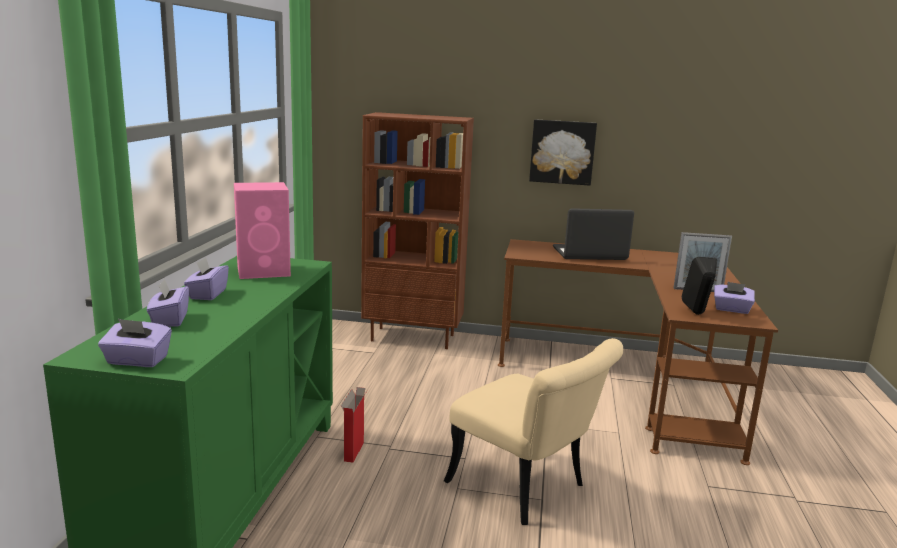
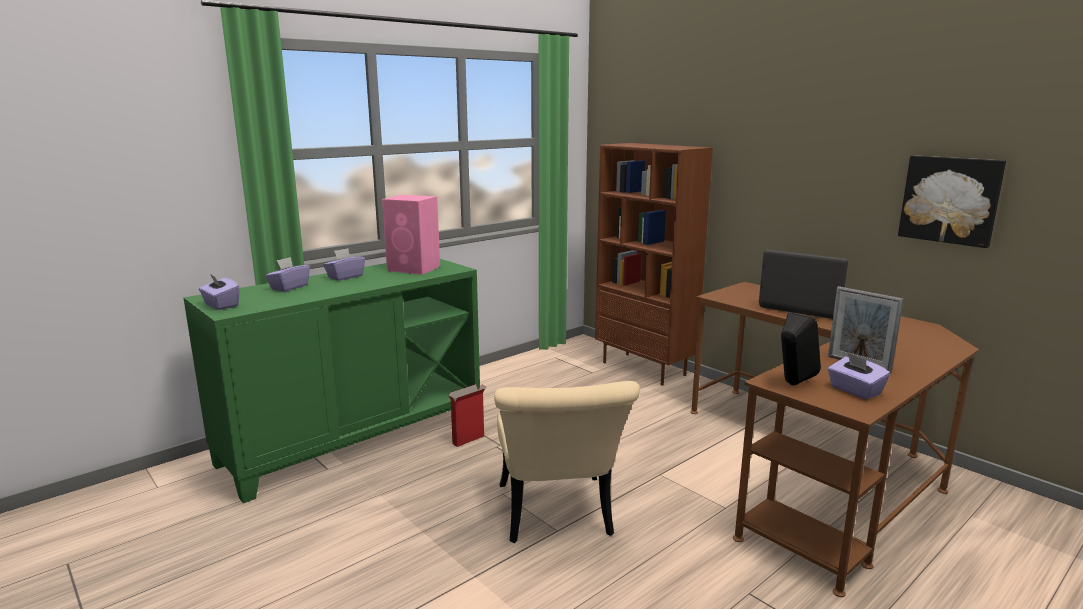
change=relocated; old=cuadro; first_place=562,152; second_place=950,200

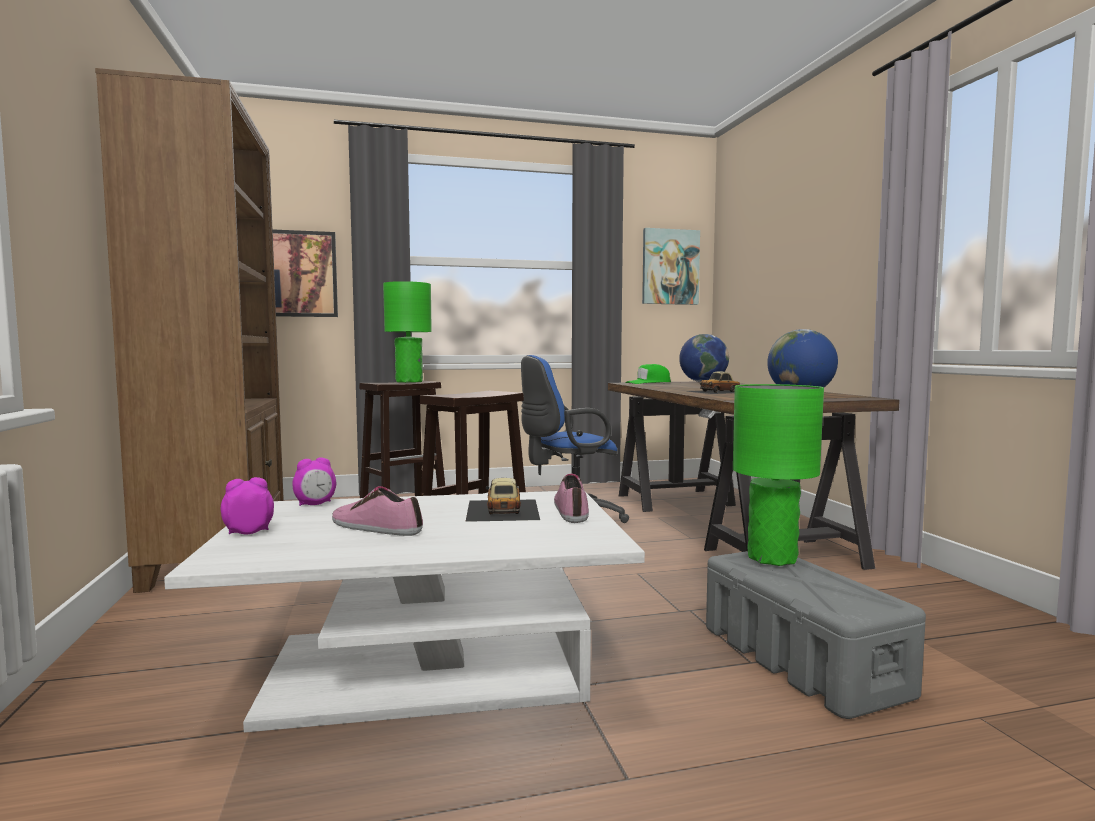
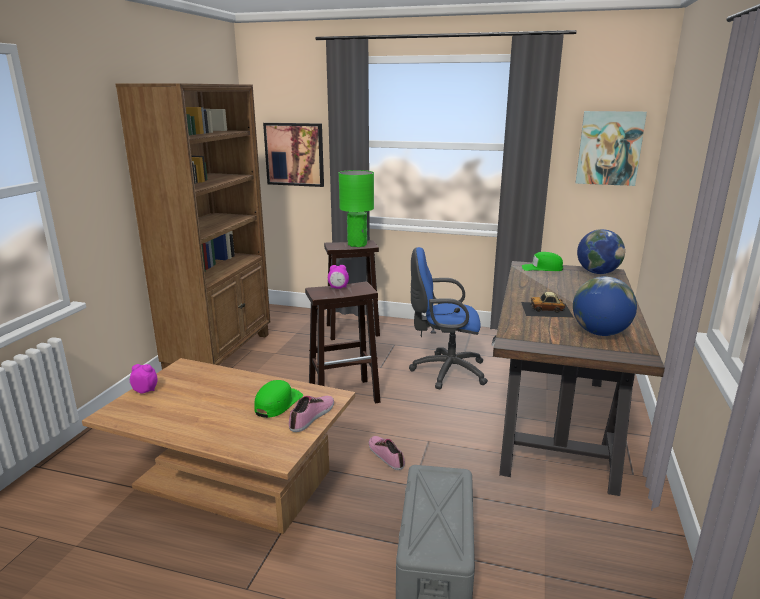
change=colour; old=mesa de centro [blanco]; new=mesa de centro [marrón]; first_place=425,670; second_place=232,479
change=exchanged; old=coche de juguete; new=gorra [verde]; first_place=502,510; second_place=278,403
change=relocated; old=despertador; first_place=315,504; second_place=338,288
change=relocated; old=zapato; first_place=376,527; second_place=386,455
change=missing; old=lámpara de mesa [verde]; first_place=771,558

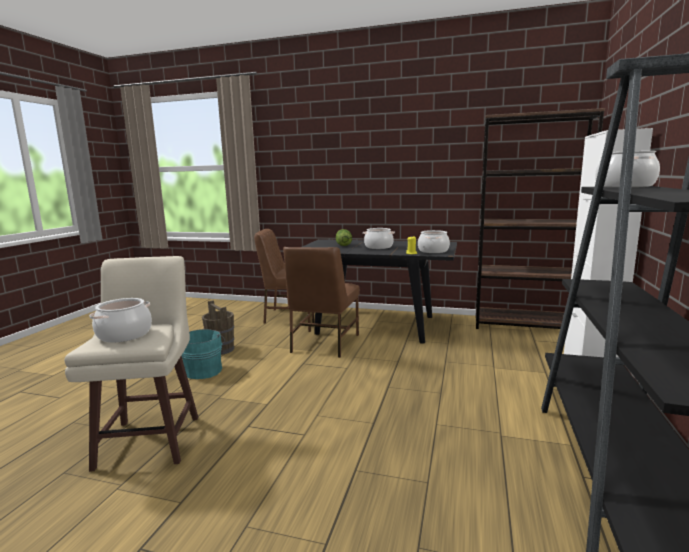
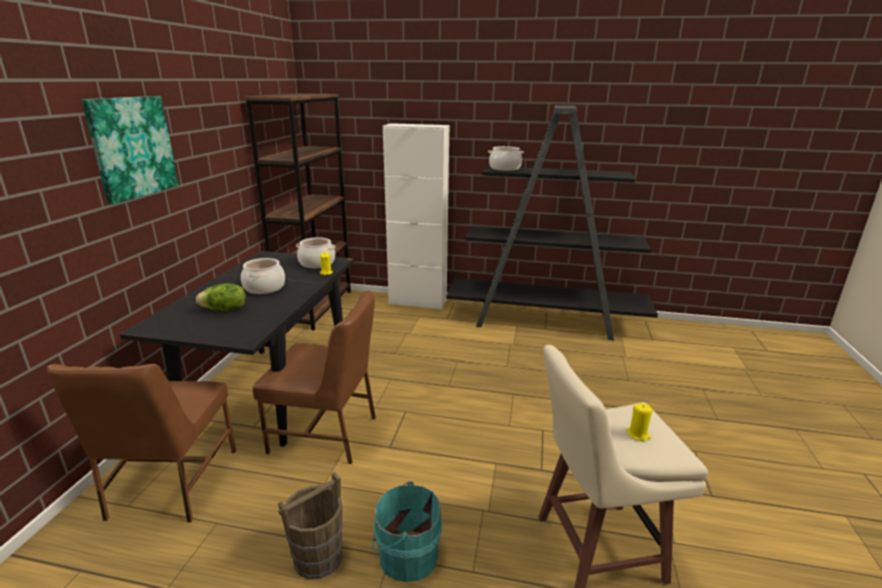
change=appeared; new=cuadro; second_place=132,147
change=exchanged; old=olla; new=vela [amarillo]; first_place=125,334; second_place=638,434

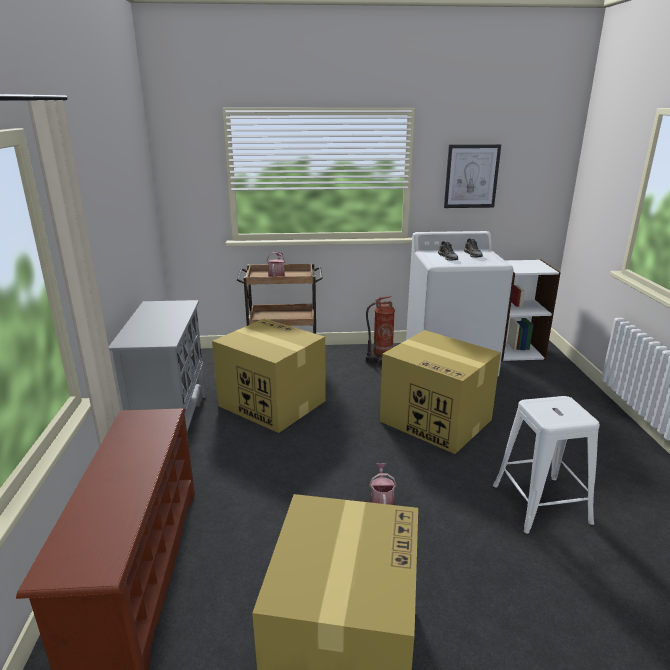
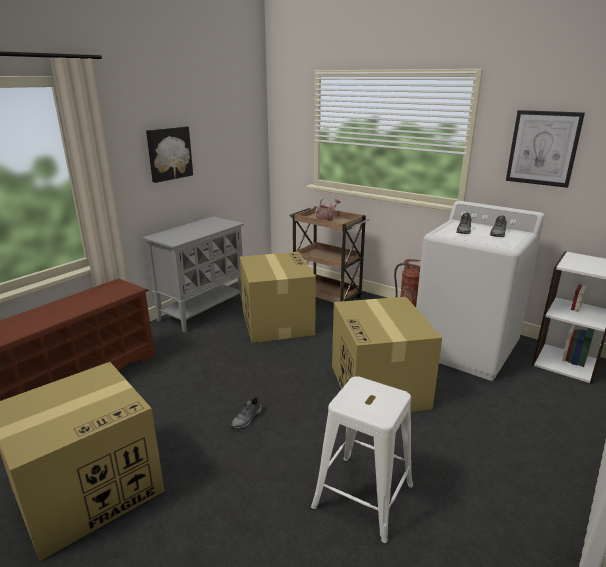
change=appeared; new=cuadro; second_place=169,153
change=exchanged; old=regadera; new=zapato [gris]; first_place=381,499; second_place=247,419

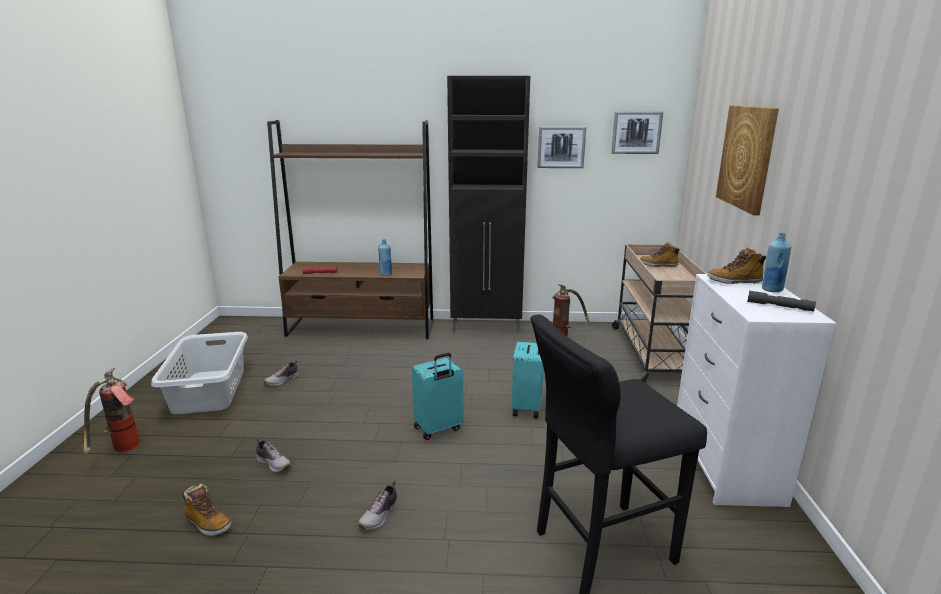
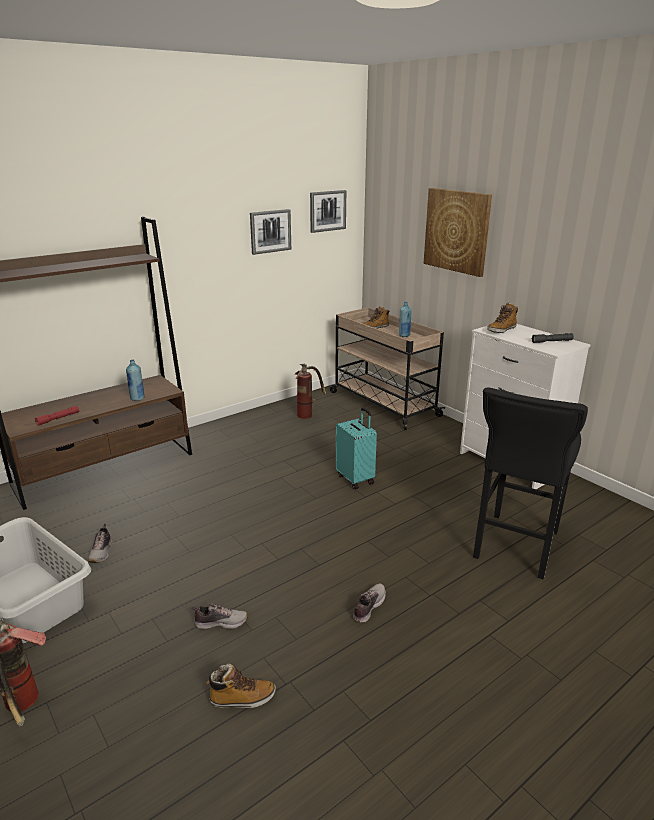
change=spun; old=zapato; first_place=380,515; second_place=368,607; degrees=-135
change=relocated; old=botella [azul]; first_place=771,289; second_place=404,335
change=missing; old=maleta [turquesa]; first_place=438,429
change=missing; old=armario [negro]; first_place=487,327

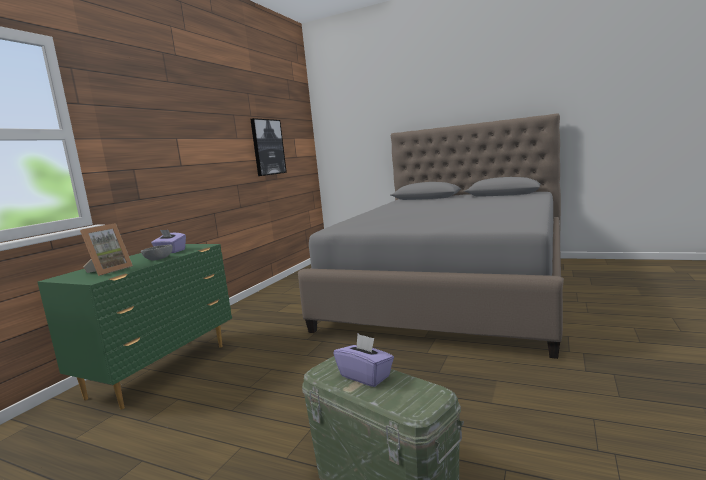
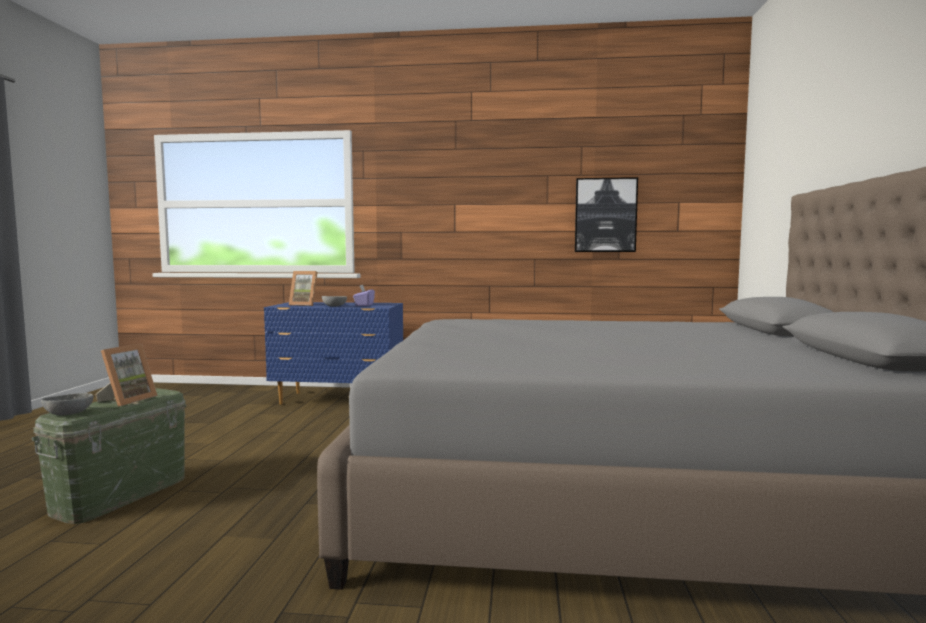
change=appeared; new=cuenco [gris]; second_place=68,413
change=exchanged; old=caja de pañuelos [morado]; new=portarretratos; first_place=365,376; second_place=127,400
change=colour; old=cómoda [verde]; new=cómoda [azul]; first_place=162,370; second_place=339,400

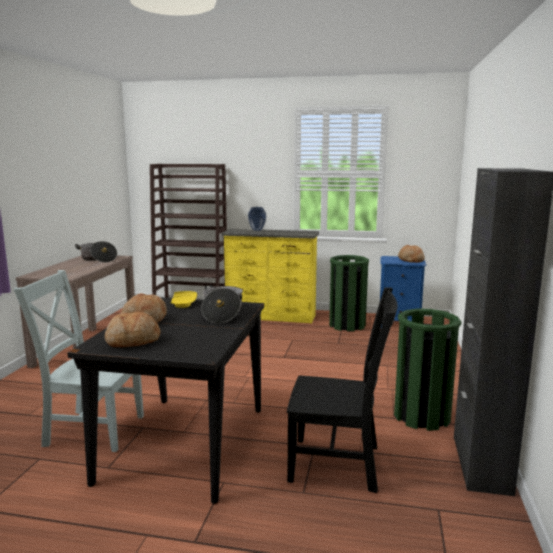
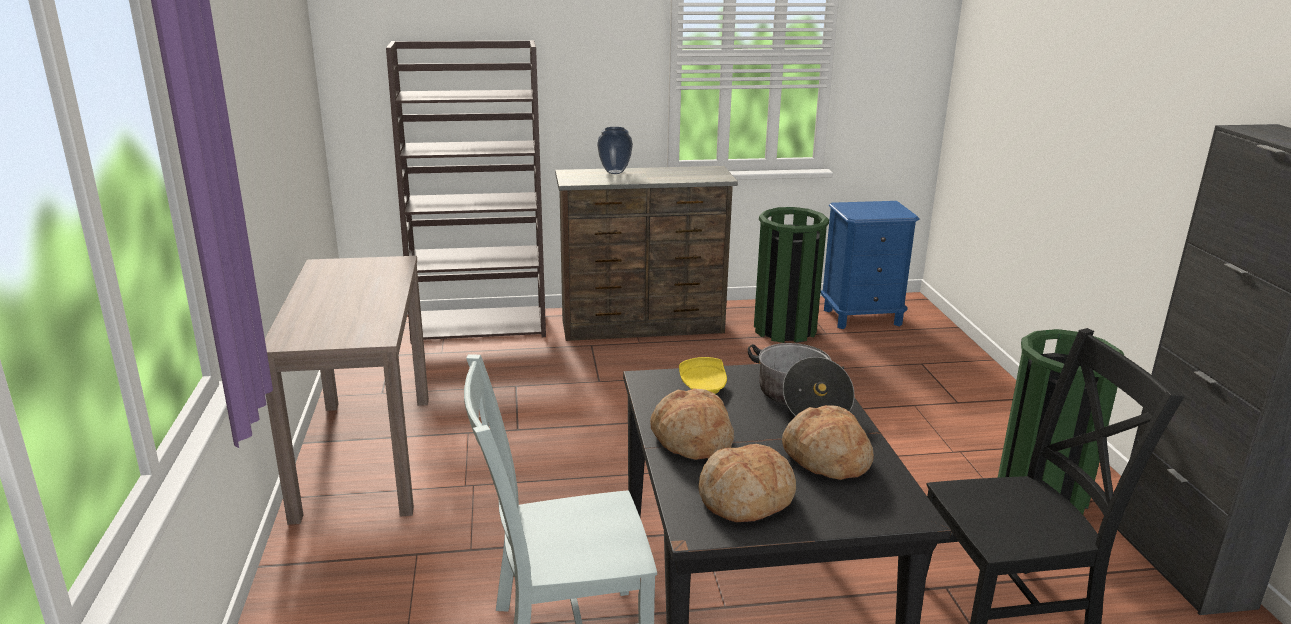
change=colour; old=cómoda [amarillo]; new=cómoda [marrón]; first_place=271,316; second_place=644,327
change=relocated; old=pan; first_place=411,260; second_place=825,458
change=missing; old=olla; first_place=98,259

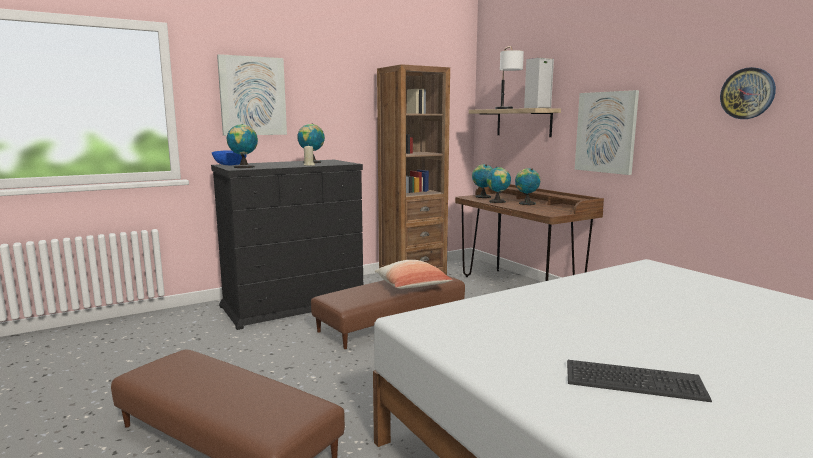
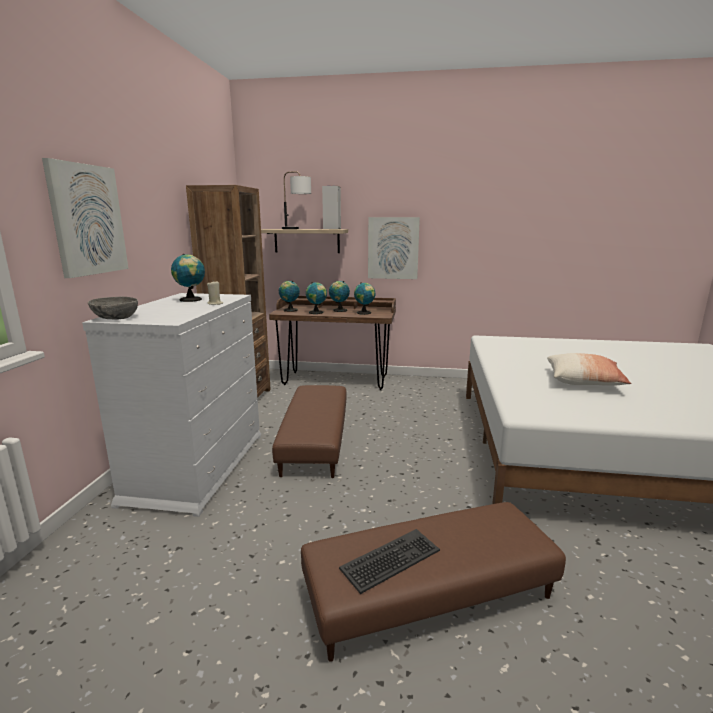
change=colour; old=cómoda [negro]; new=cómoda [blanco]; first_place=294,305; second_place=197,466
change=colour; old=cuenco [azul]; new=cuenco [gris]; first_place=230,164; second_place=116,318
change=relocated; old=teclado; first_place=634,382; second_place=391,560
change=relocated; old=globo terráqueo; first_place=244,167; second_place=364,313
change=relocated; old=cojín; first_place=413,286; second_place=584,381
change=missing; old=reloj de pared; first_place=747,93

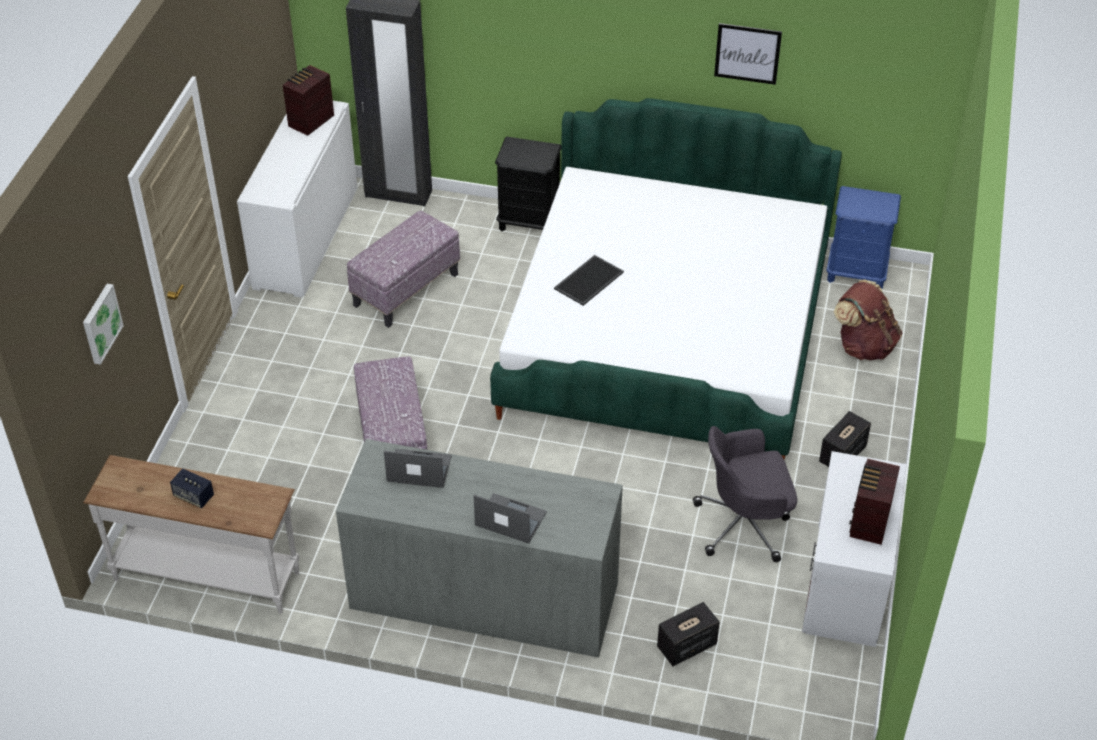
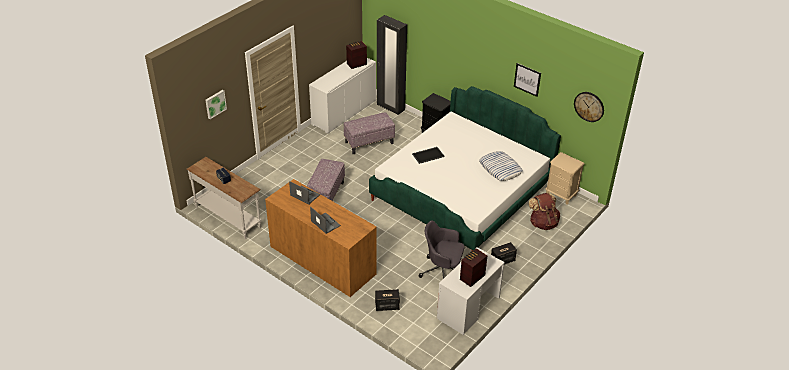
change=colour; old=cómoda [gris]; new=cómoda [marrón]; first_place=484,595; second_place=322,260
change=appeared; new=cojín; second_place=500,169
change=colour; old=mesita de noche [azul]; new=mesita de noche [beis]; first_place=857,273; second_place=561,194
change=appeared; new=reloj de pared; second_place=589,106

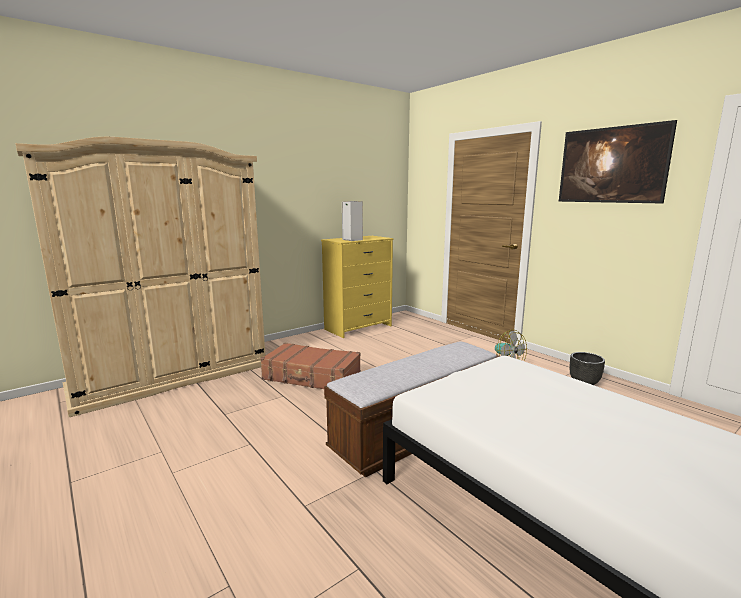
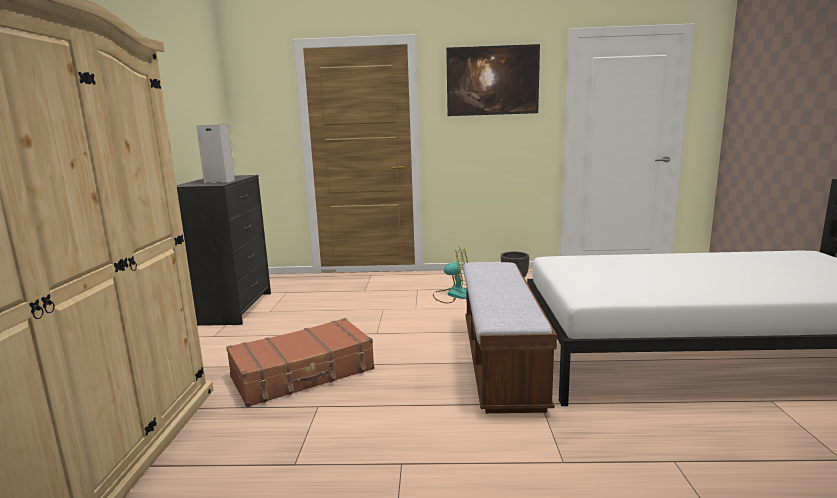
change=colour; old=cómoda [amarillo]; new=cómoda [negro]; first_place=358,328; second_place=234,308

